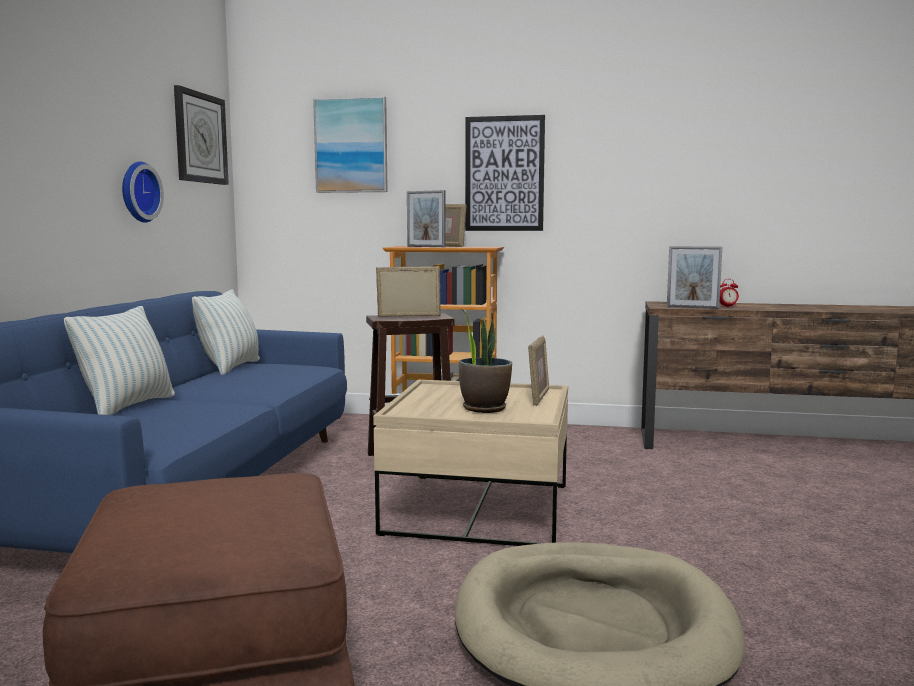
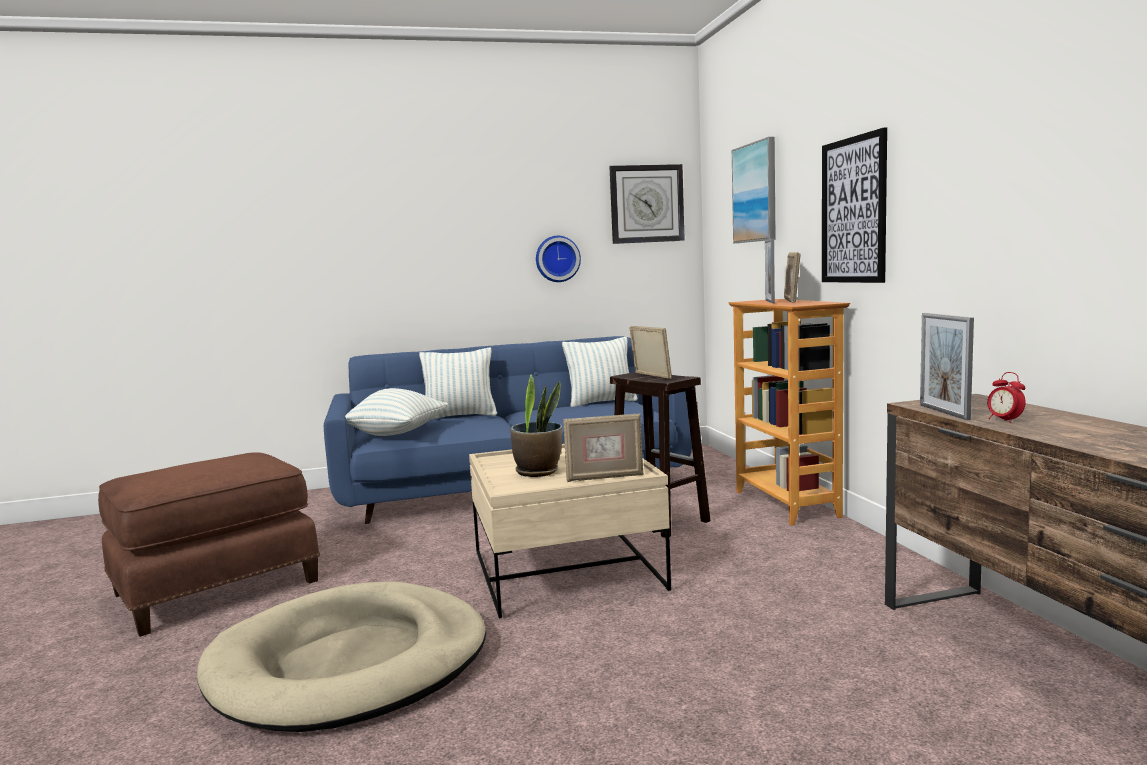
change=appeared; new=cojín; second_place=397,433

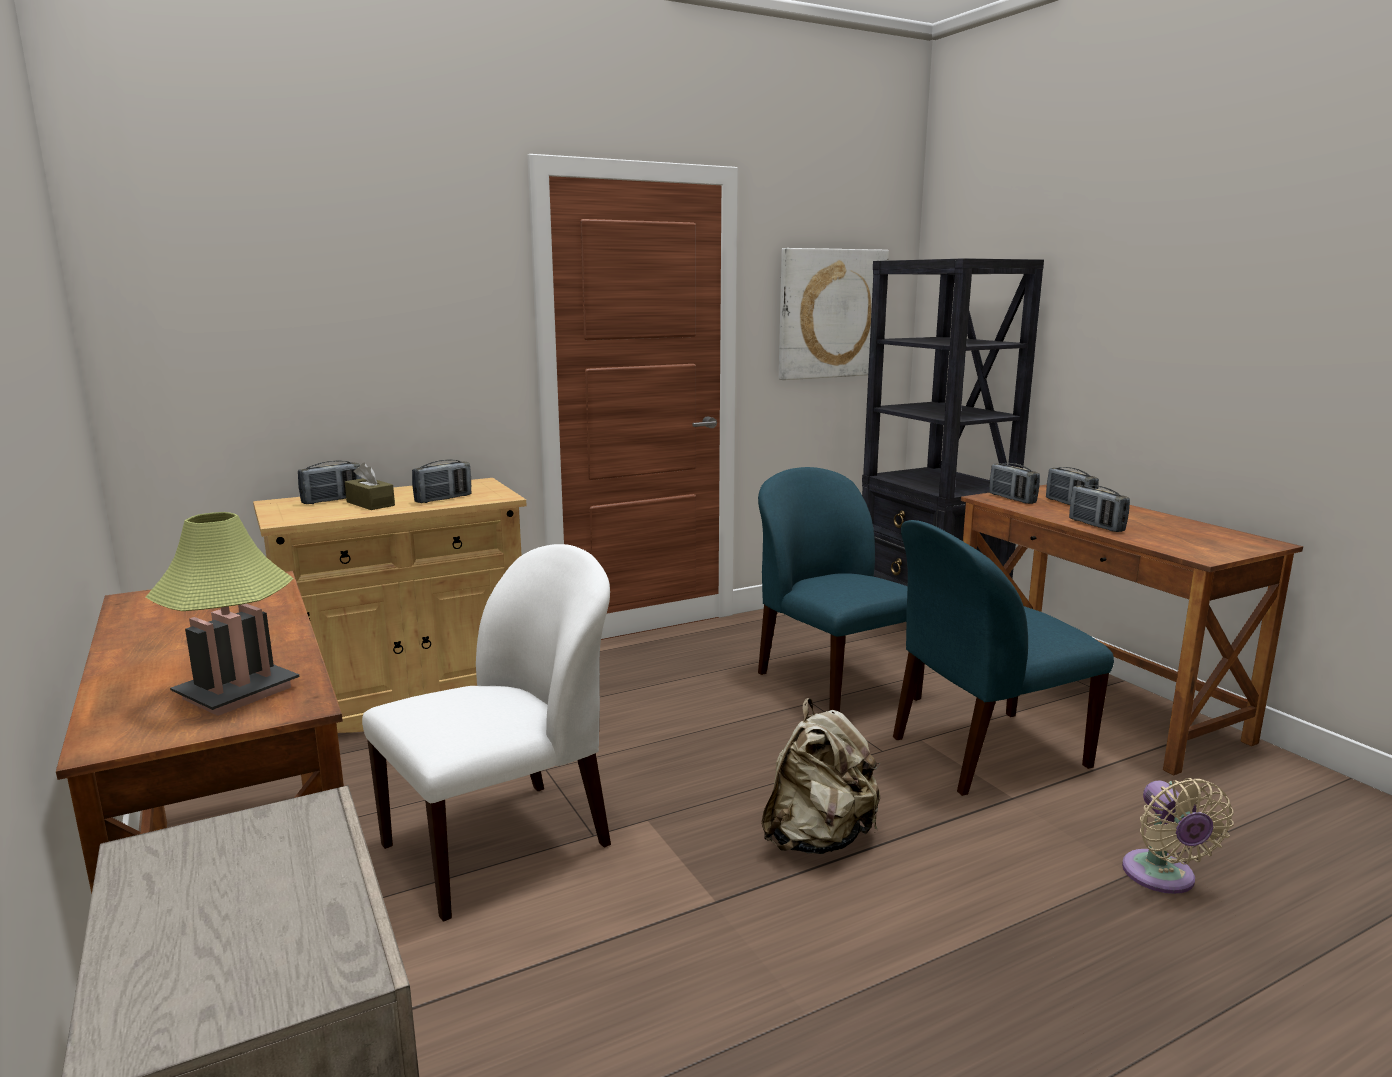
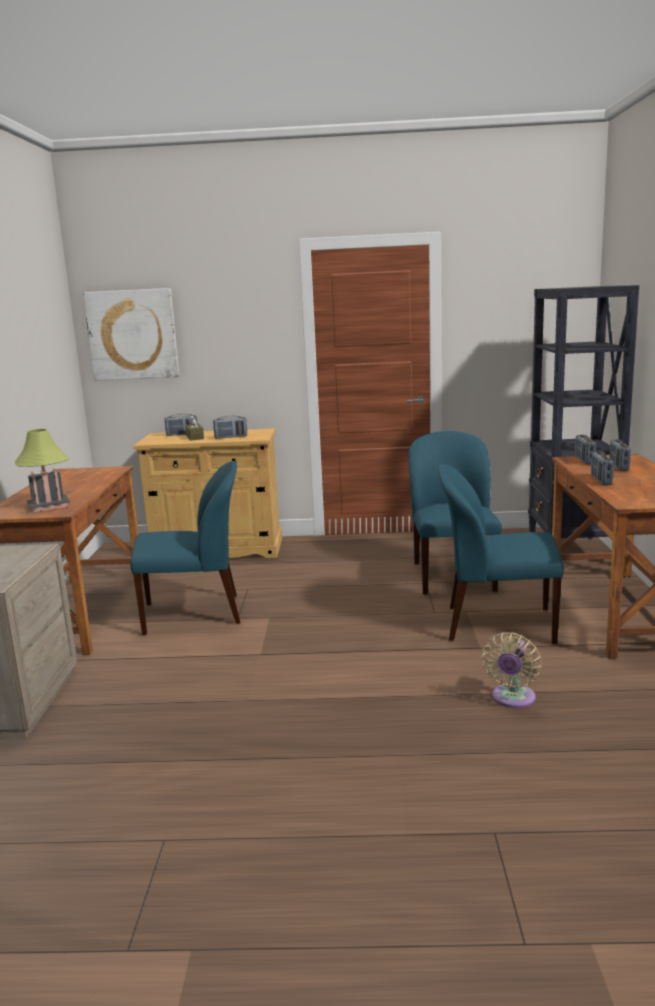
change=relocated; old=cuadro; first_place=831,314; second_place=132,334
change=colour; old=silla [blanco]; new=silla [azul]; first_place=502,844; second_place=194,613
change=missing; old=mochila [beis]; first_place=818,838

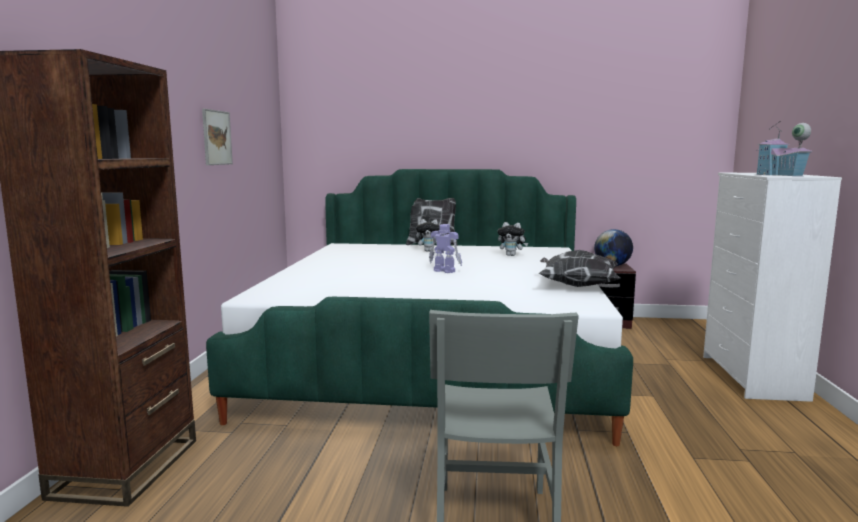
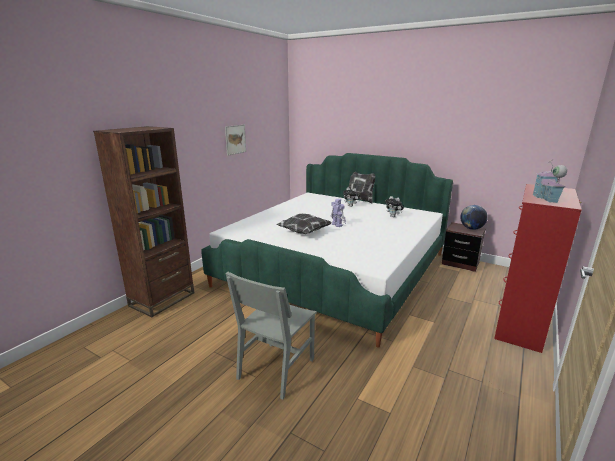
change=relocated; old=cojín; first_place=576,286; second_place=304,232
change=colour; old=cómoda [blanco]; new=cómoda [rojo]; first_place=751,377; second_place=518,325

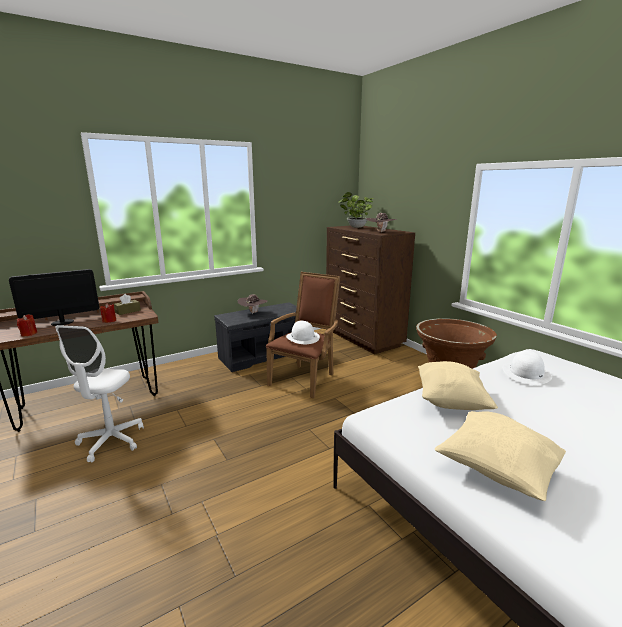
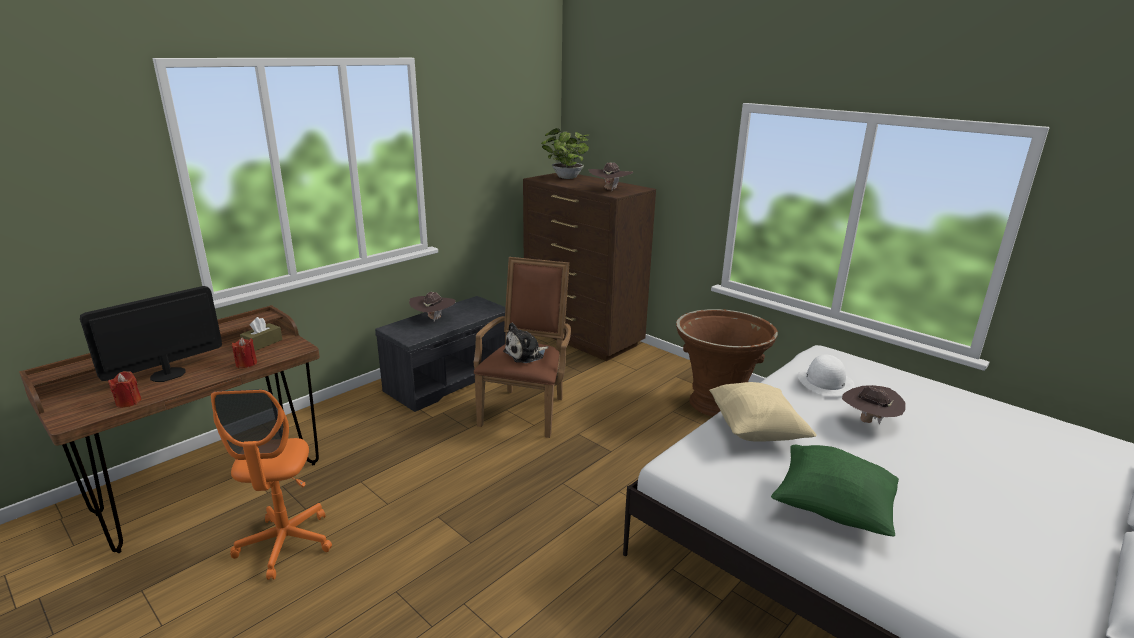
change=colour; old=silla de oficina [blanco]; new=silla de oficina [naranja]; first_place=111,441; second_place=285,544
change=exchanged; old=sombrero [blanco]; new=peluche; first_place=303,337; second_place=526,354
change=colour; old=cojín [beis]; new=cojín [verde]; first_place=496,470; second_place=831,509
change=appeared; new=sombrero [marrón]; second_place=868,422

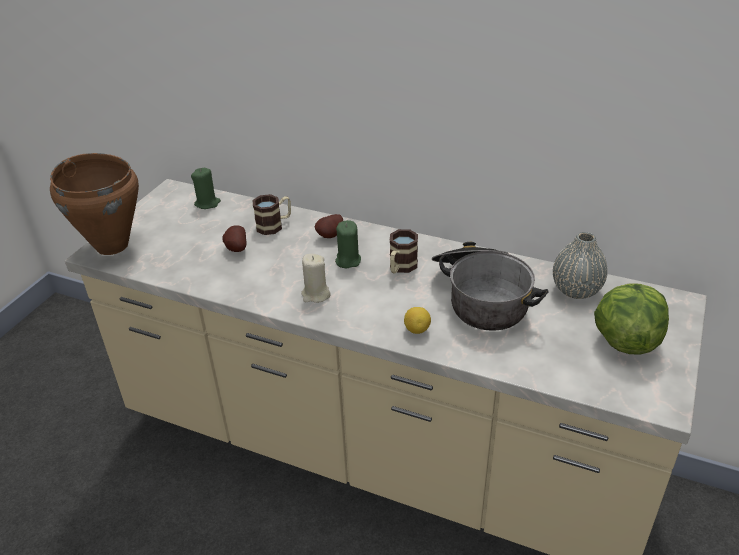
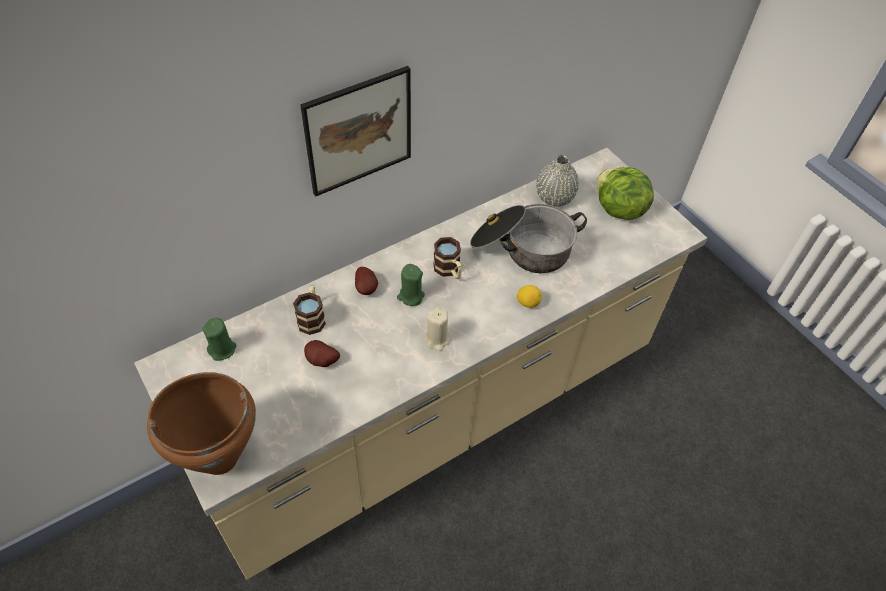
change=appeared; new=cuadro; second_place=358,131

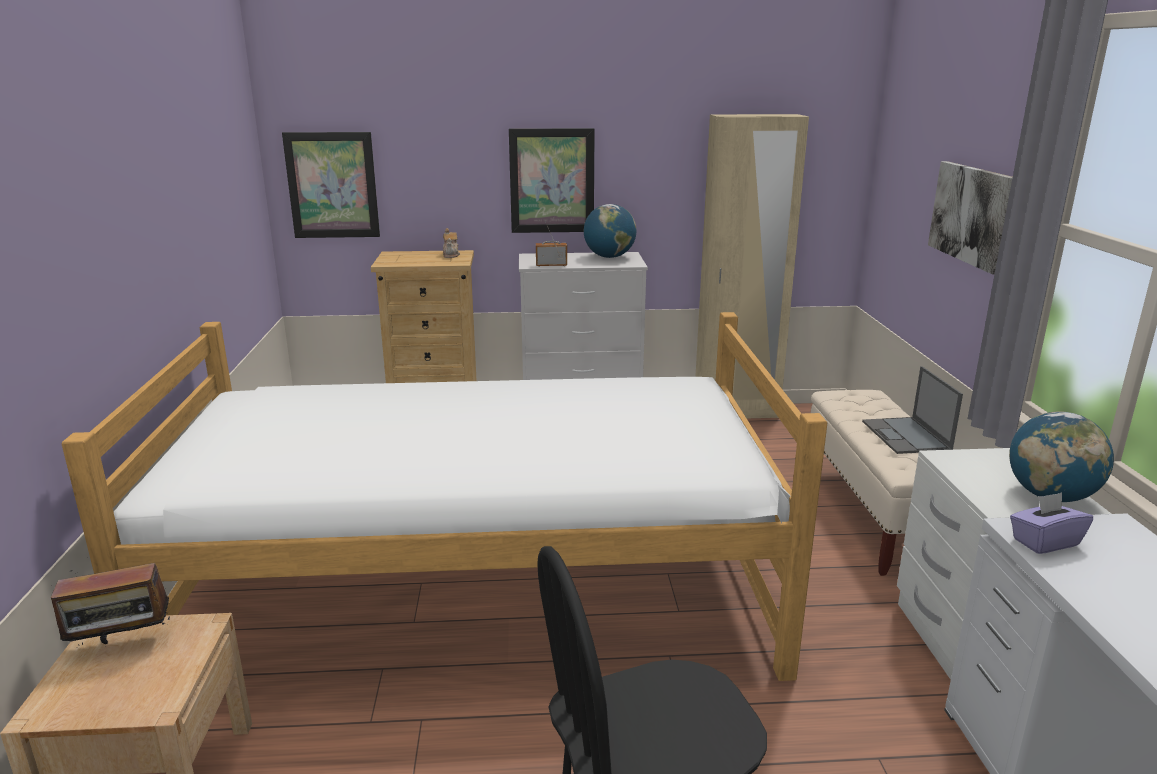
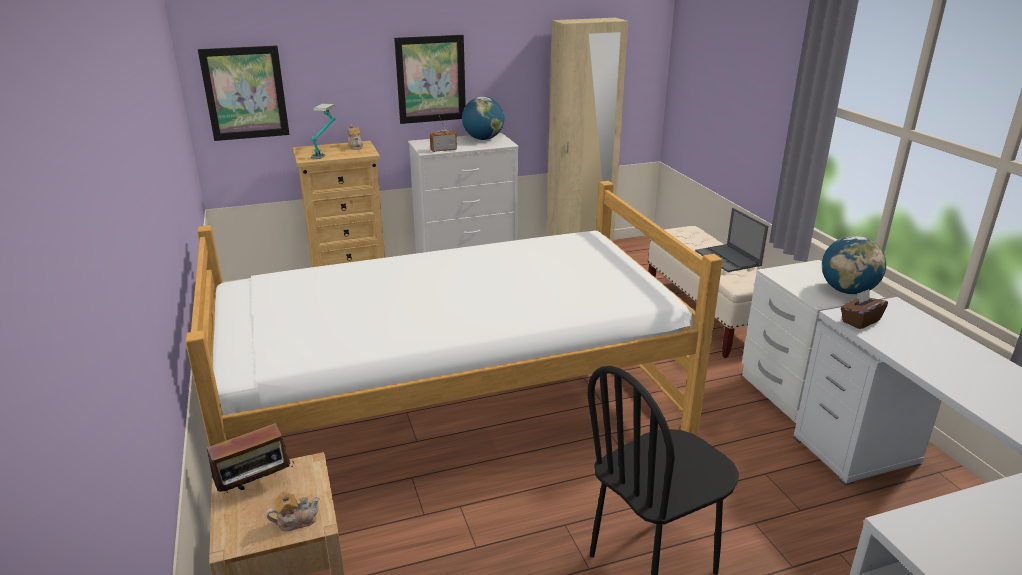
change=appeared; new=tetera; second_place=296,521
change=appeared; new=lámpara de mesa; second_place=326,152
change=colour; old=caja de pañuelos [morado]; new=caja de pañuelos [marrón]; first_place=1044,542; second_place=860,321
change=missing; old=cuadro; first_place=972,214

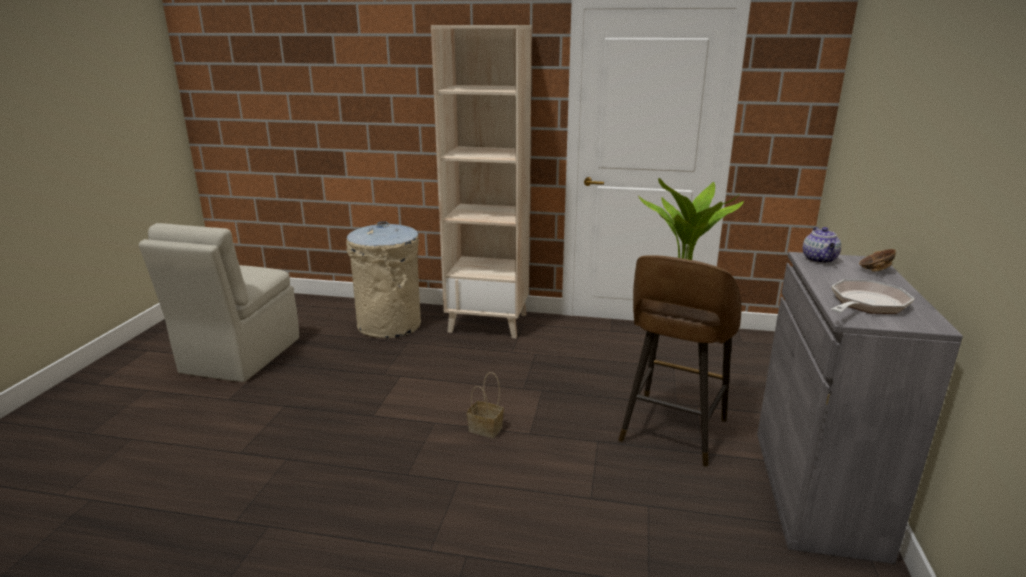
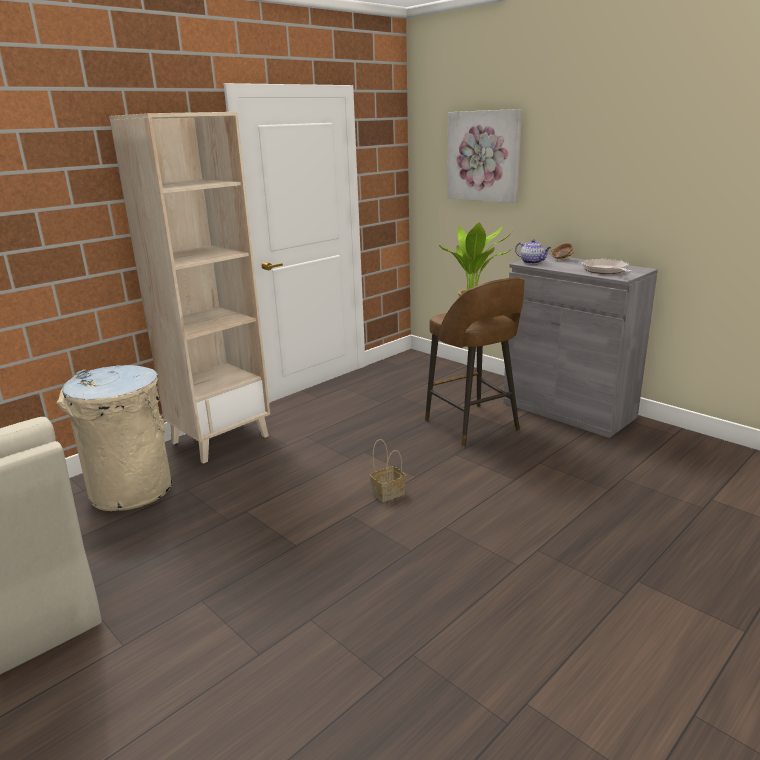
change=appeared; new=cuadro; second_place=484,156

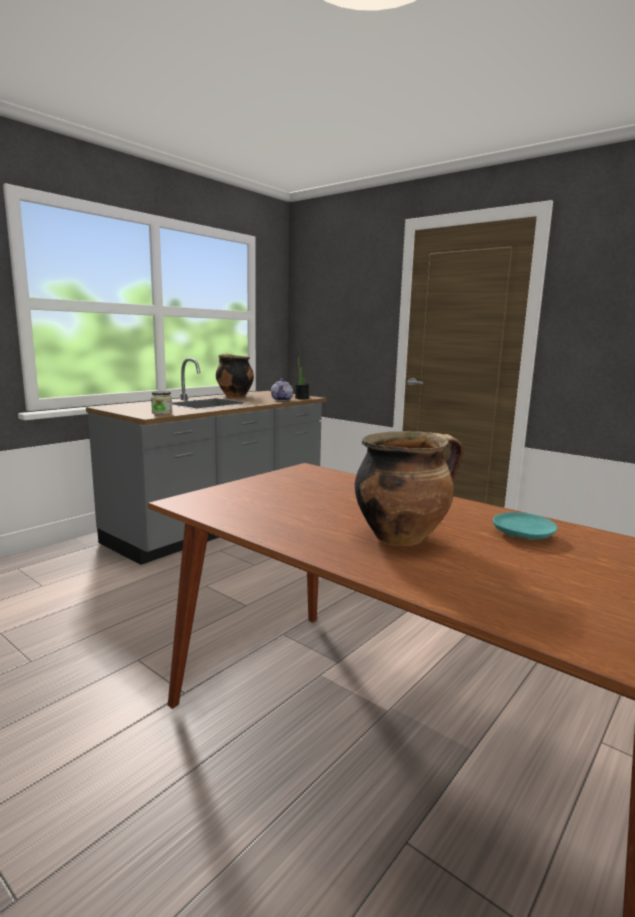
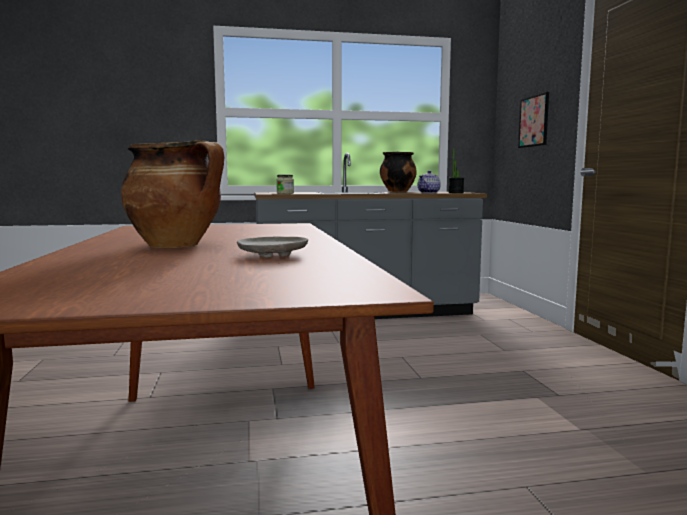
change=colour; old=plato [turquesa]; new=plato [beis]; first_place=522,535; second_place=272,255
change=appeared; new=cuadro; second_place=533,121

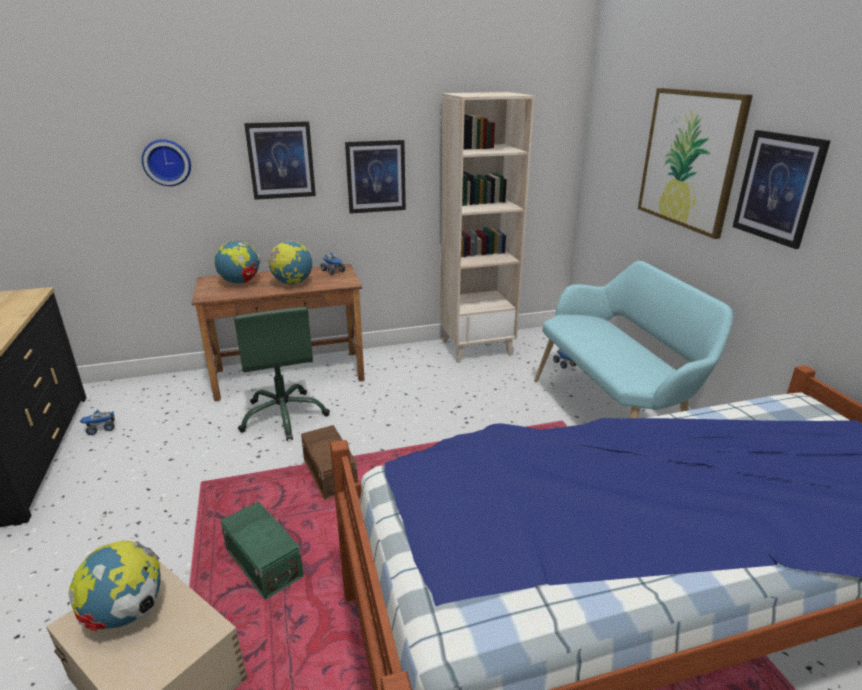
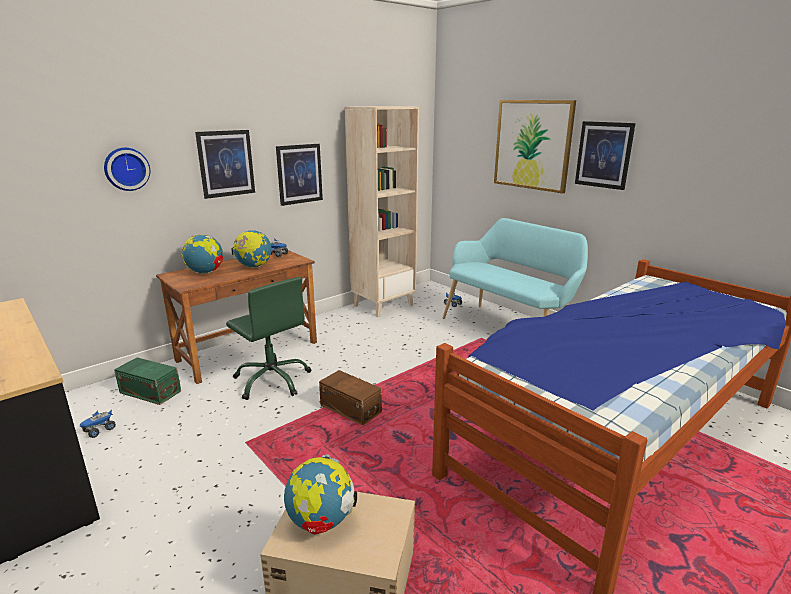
change=relocated; old=caja de almacenaje [verde]; first_place=264,562; second_place=150,391

